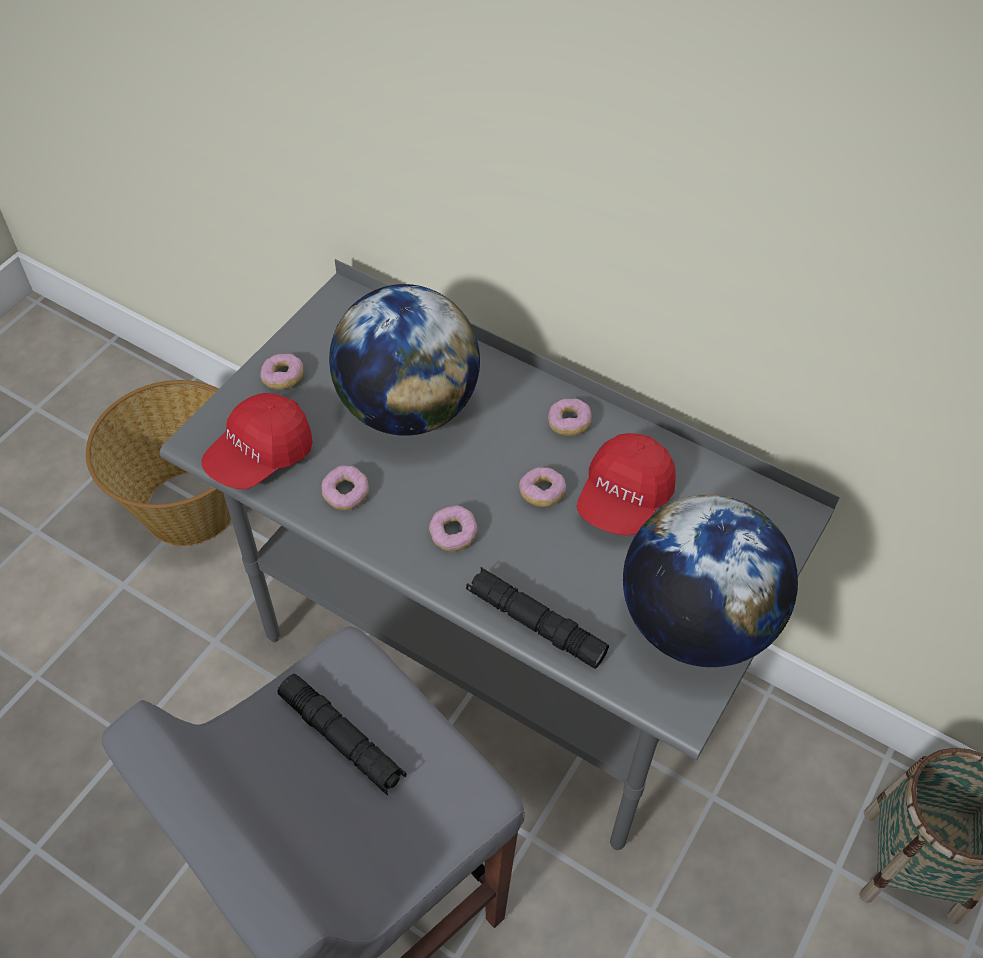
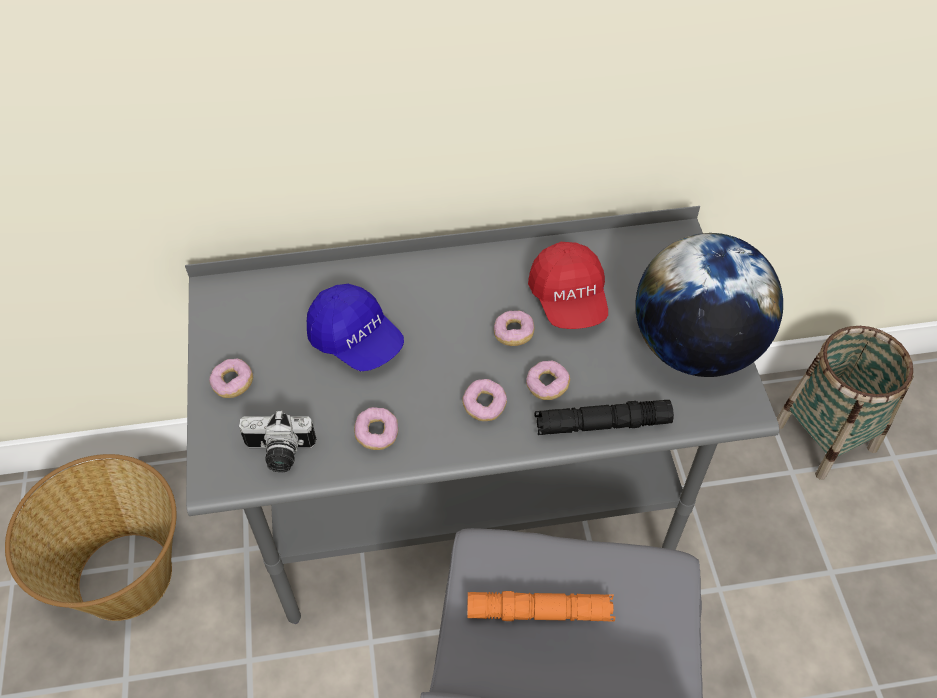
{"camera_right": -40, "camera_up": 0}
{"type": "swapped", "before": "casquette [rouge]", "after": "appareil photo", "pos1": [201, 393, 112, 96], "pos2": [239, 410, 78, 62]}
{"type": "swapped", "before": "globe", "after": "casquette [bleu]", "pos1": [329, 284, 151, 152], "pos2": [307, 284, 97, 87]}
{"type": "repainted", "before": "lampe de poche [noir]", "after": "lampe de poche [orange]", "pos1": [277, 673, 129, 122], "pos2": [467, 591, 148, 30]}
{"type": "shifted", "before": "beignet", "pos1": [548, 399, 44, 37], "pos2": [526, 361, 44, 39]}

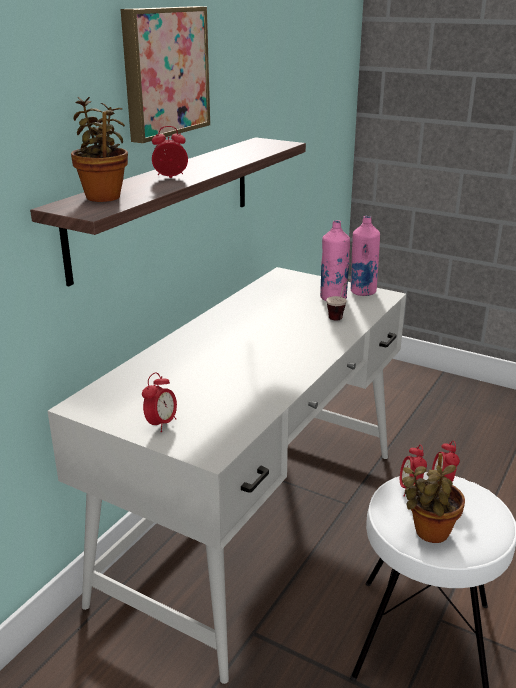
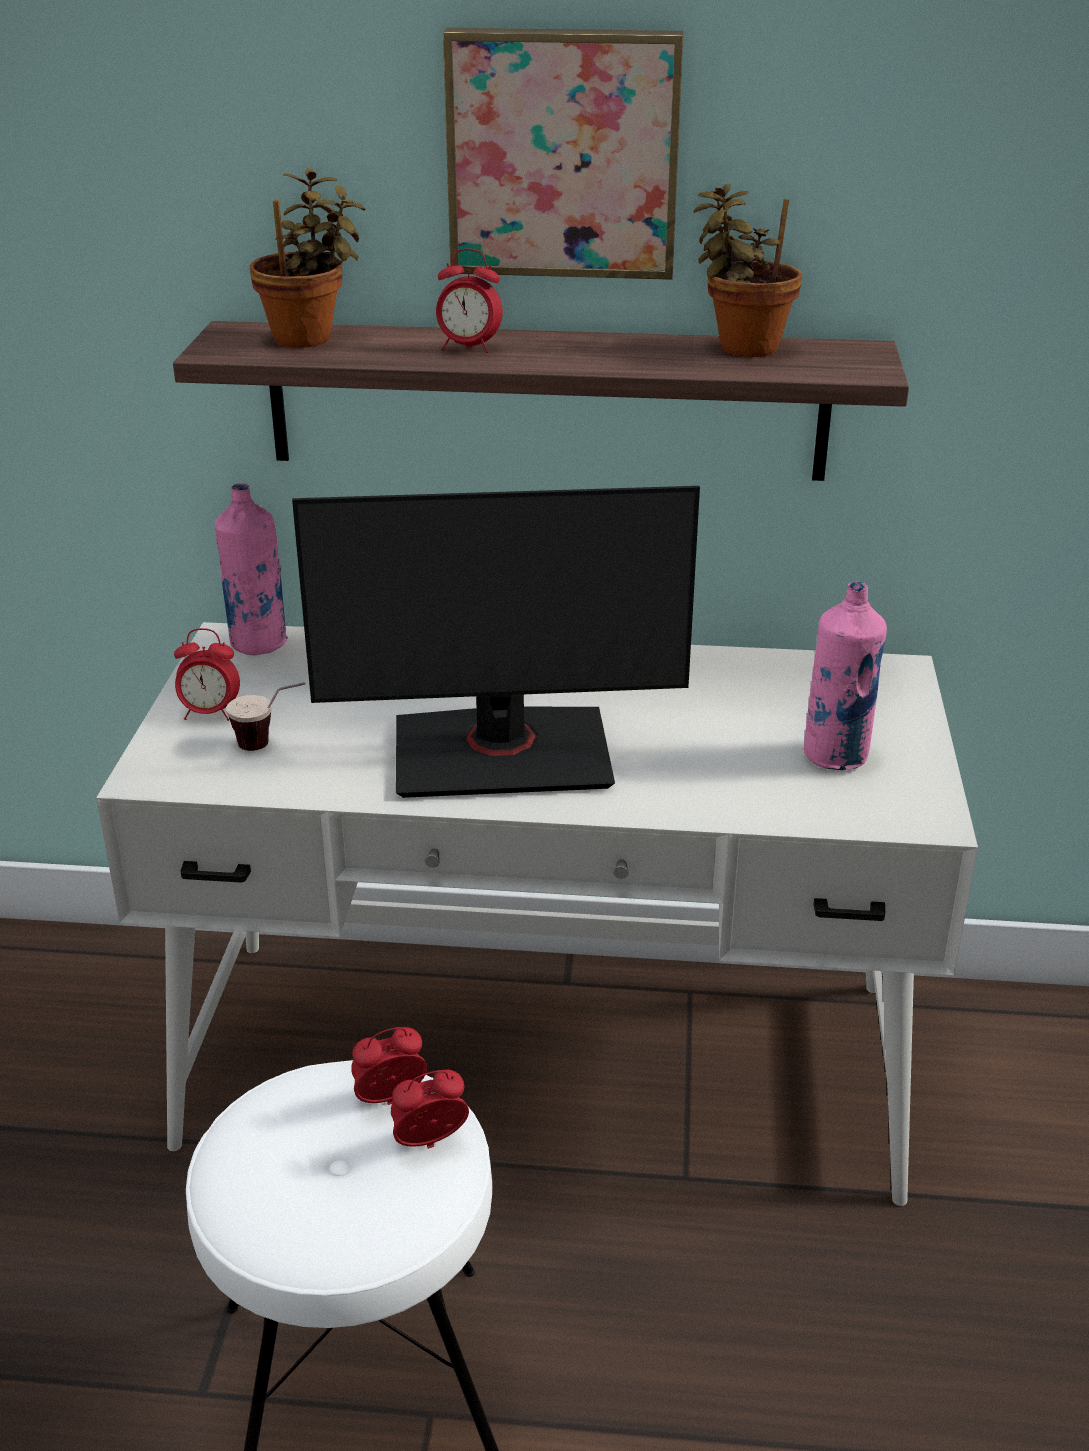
{"camera_right": 65, "camera_up": 5}
{"type": "shifted", "before": "bouteille [rose]", "pos1": [351, 216, 29, 80], "pos2": [215, 484, 73, 171]}
{"type": "shifted", "before": "tasse", "pos1": [326, 279, 23, 42], "pos2": [226, 682, 79, 69]}
{"type": "new", "after": "écran d'ordinateur", "pos2": [292, 486, 408, 312]}
{"type": "rotated", "before": "réveil", "pos1": [152, 126, 36, 52], "pos2": [436, 248, 67, 105], "turn": 135}
{"type": "shifted", "before": "plante en pot", "pos1": [402, 453, 63, 90], "pos2": [693, 183, 109, 174]}

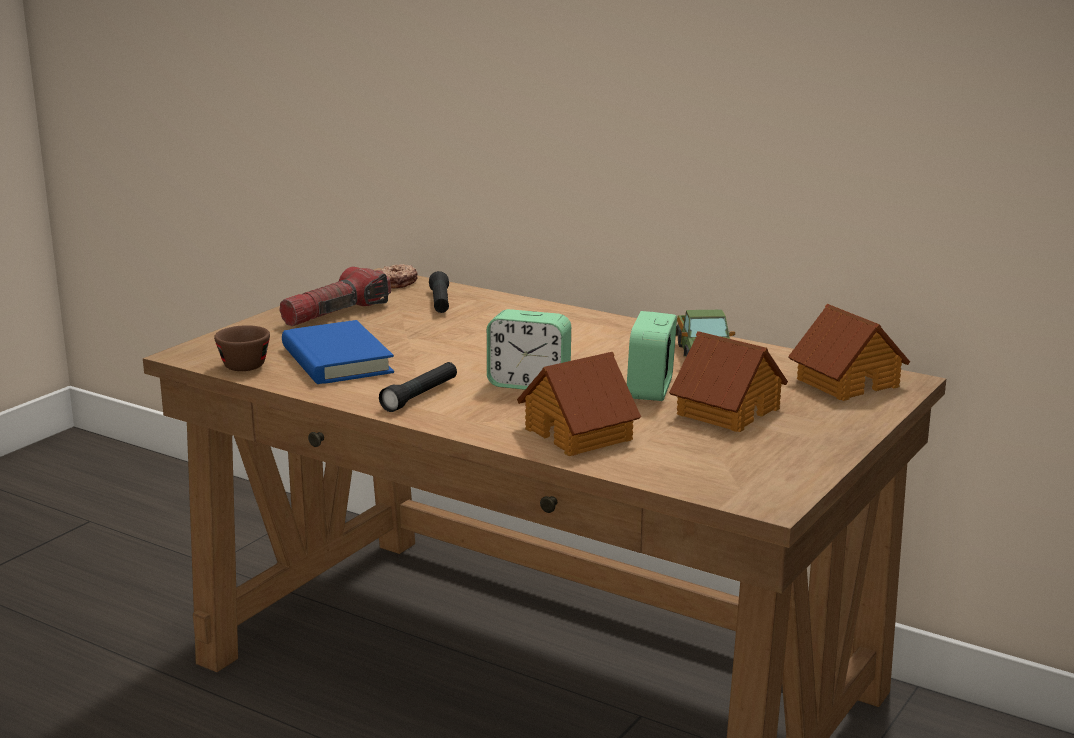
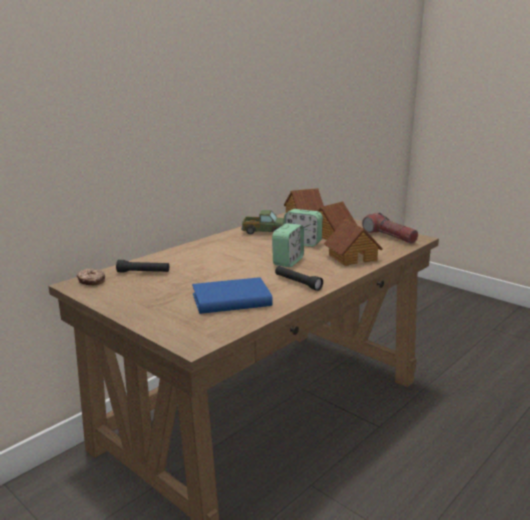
{"camera_right": -80, "camera_up": 0}
{"type": "shifted", "before": "lampe de poche", "pos1": [279, 267, 112, 59], "pos2": [362, 213, 56, 31]}
{"type": "gone", "before": "tasse [marron]", "pos1": [214, 325, 56, 46]}

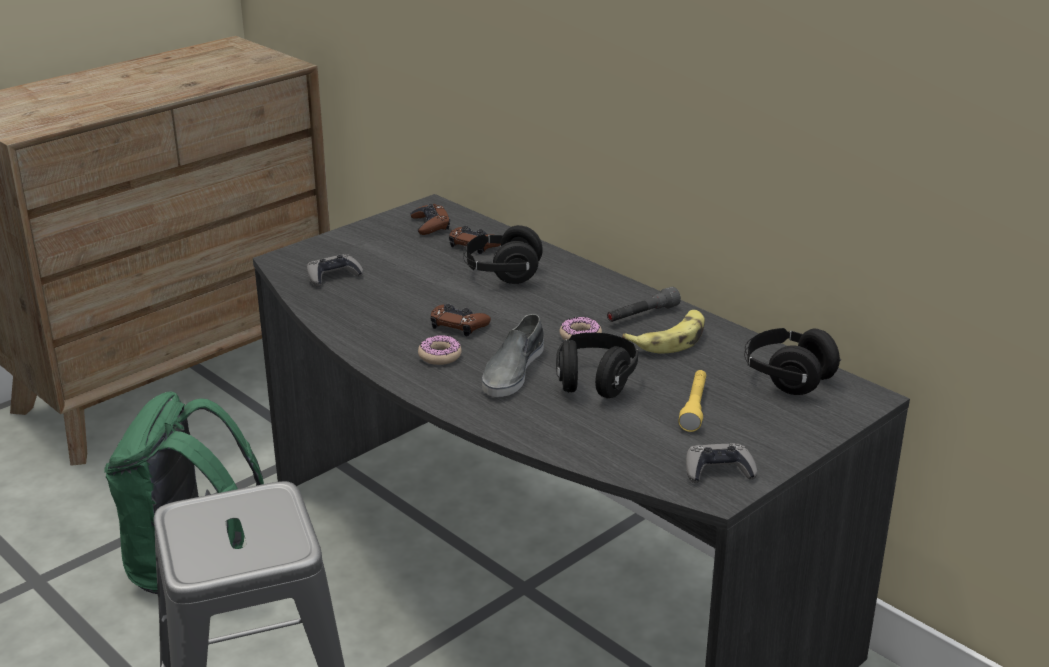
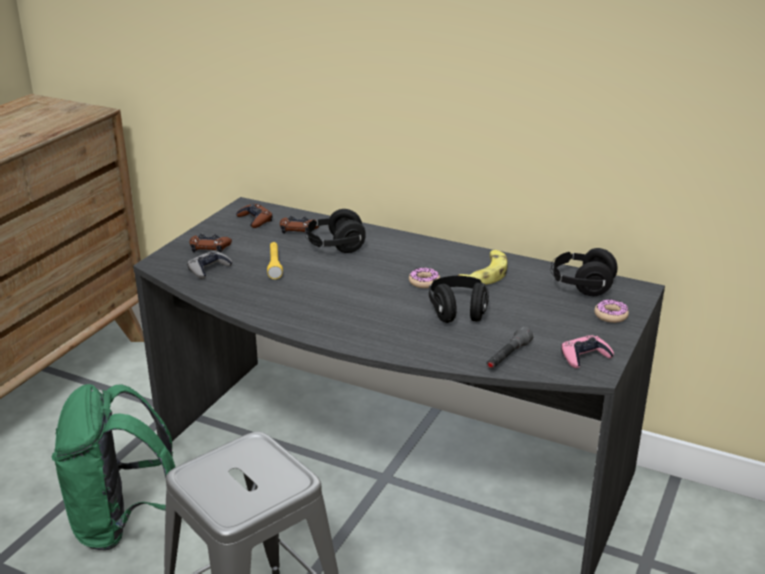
{"camera_right": -20, "camera_up": 0}
{"type": "shifted", "before": "manette [marron]", "pos1": [431, 304, 60, 33], "pos2": [189, 233, 43, 20]}
{"type": "shifted", "before": "lampe de poche [jaune]", "pos1": [678, 370, 28, 62], "pos2": [267, 242, 16, 37]}
{"type": "shifted", "before": "lampe de poche [gris]", "pos1": [607, 287, 74, 35], "pos2": [486, 326, 47, 43]}
{"type": "repainted", "before": "manette [gris]", "after": "manette [rose]", "pos1": [686, 443, 71, 40], "pos2": [561, 335, 53, 33]}
{"type": "shifted", "before": "beignet", "pos1": [418, 335, 44, 30], "pos2": [594, 299, 35, 24]}
{"type": "gone", "before": "chaussure [gris]", "pos1": [482, 314, 62, 83]}

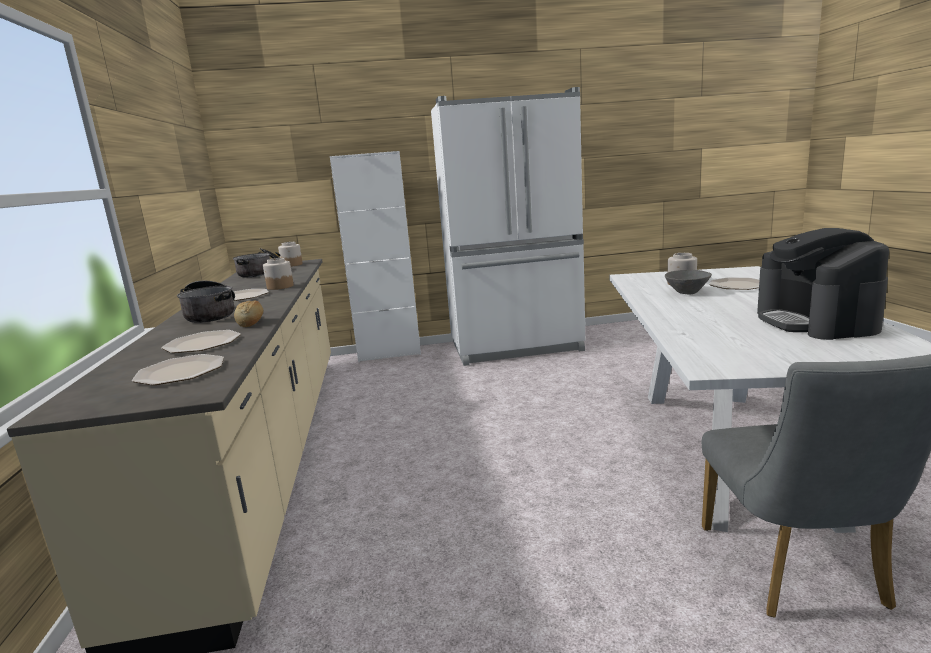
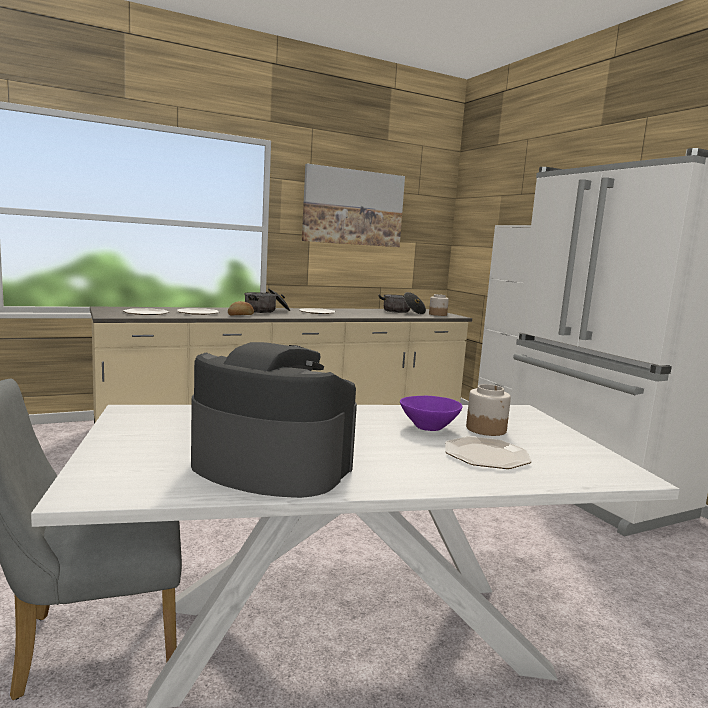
{"camera_right": 70, "camera_up": -5}
{"type": "rotated", "before": "machine à café", "pos1": [757, 228, 132, 112], "pos2": [191, 342, 166, 156], "turn": 45}
{"type": "new", "after": "tableau", "pos2": [302, 164, 103, 83]}
{"type": "repainted", "before": "bol [gris]", "after": "bol [violet]", "pos1": [665, 270, 47, 24], "pos2": [400, 396, 63, 35]}
{"type": "gone", "before": "bocal", "pos1": [263, 258, 31, 32]}

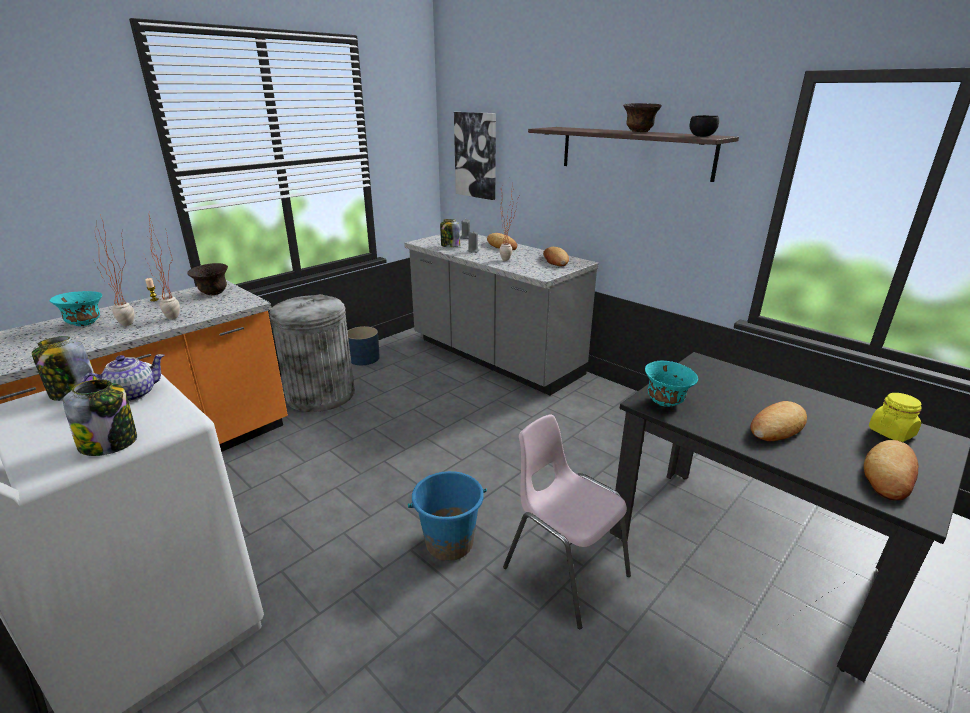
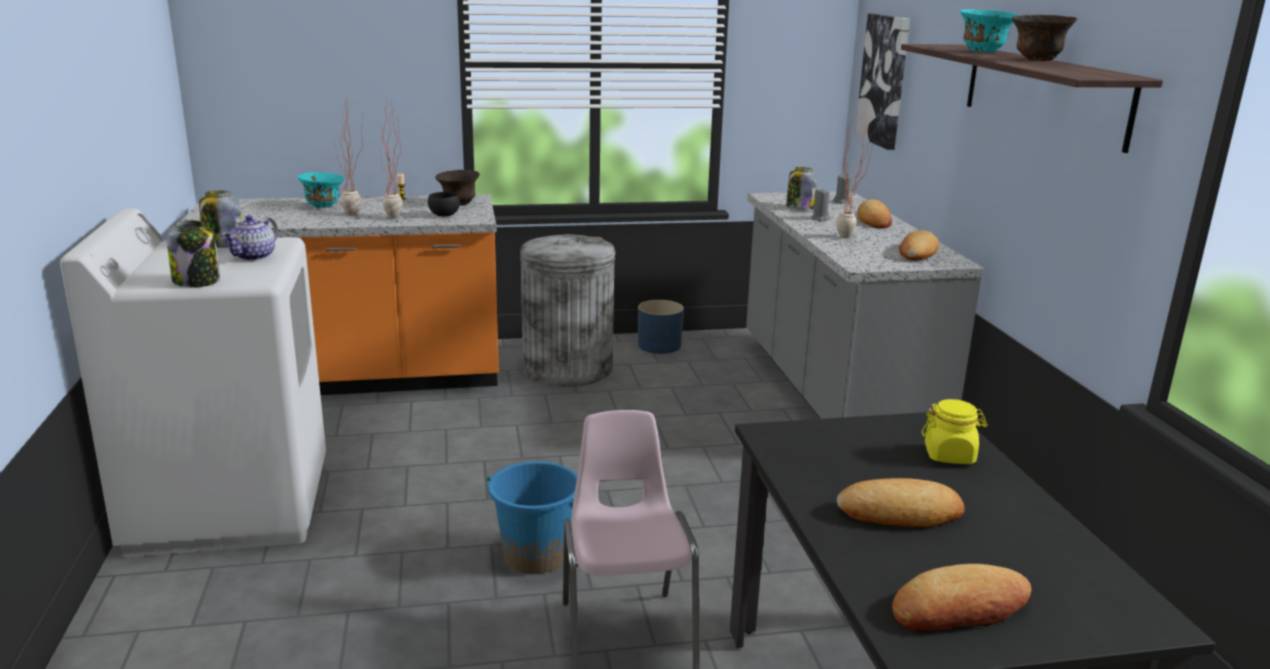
{"camera_right": 35, "camera_up": -5}
{"type": "rotated", "before": "théière", "pos1": [82, 354, 83, 48], "pos2": [222, 215, 56, 46], "turn": 120}
{"type": "shifted", "before": "bol [noir]", "pos1": [690, 115, 29, 22], "pos2": [428, 192, 32, 25]}
{"type": "shifted", "before": "bocal [jaune]", "pos1": [869, 393, 53, 49], "pos2": [922, 399, 66, 65]}
{"type": "shifted", "before": "bol [turquoise]", "pos1": [645, 360, 53, 47], "pos2": [960, 9, 59, 43]}

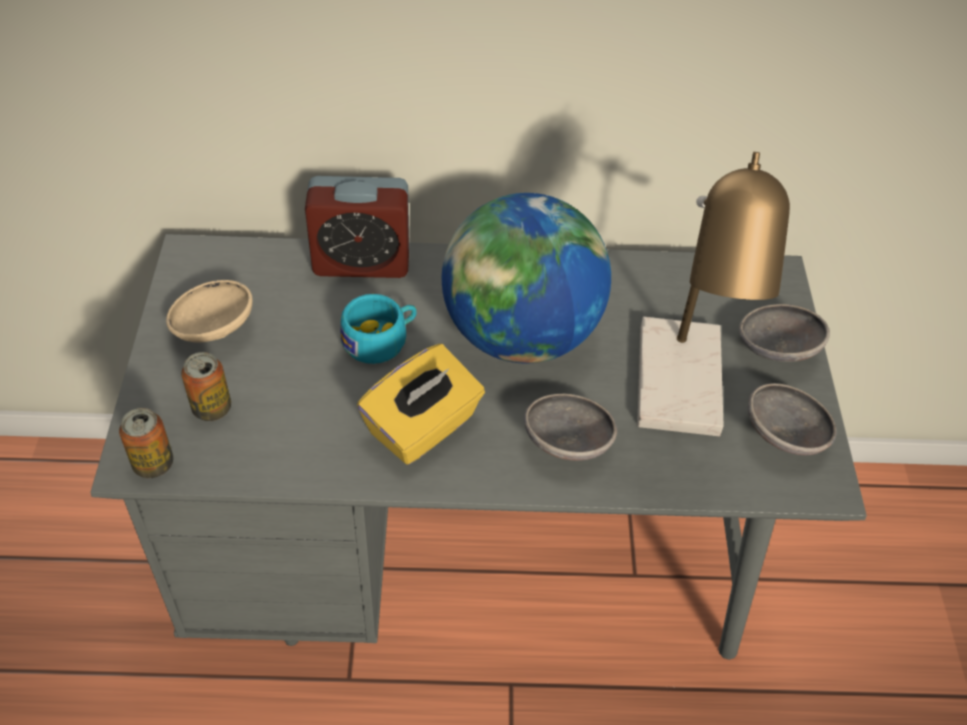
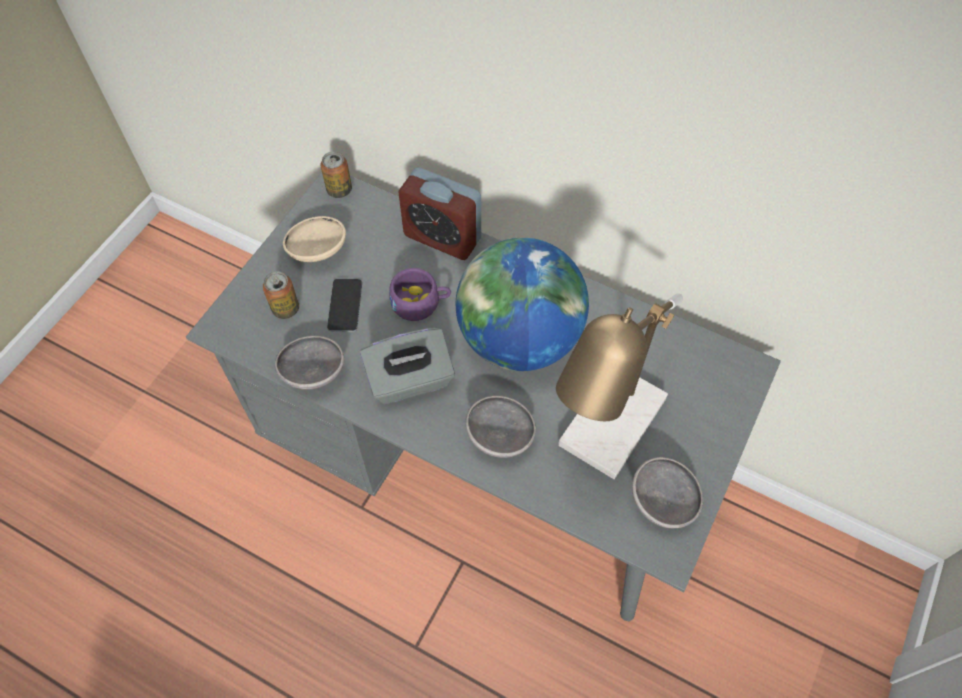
{"camera_right": 30, "camera_up": 10}
{"type": "shifted", "before": "bol [gris]", "pos1": [739, 304, 91, 58], "pos2": [274, 336, 70, 54]}
{"type": "shifted", "before": "boîte métallique", "pos1": [119, 408, 54, 70], "pos2": [321, 151, 31, 47]}
{"type": "new", "after": "téléphone", "pos2": [327, 279, 35, 53]}
{"type": "repainted", "before": "boîte à mouchoirs [jaune]", "after": "boîte à mouchoirs [gris]", "pos1": [357, 344, 128, 121], "pos2": [360, 328, 95, 76]}
{"type": "repainted", "before": "tasse [turquoise]", "after": "tasse [violet]", "pos1": [340, 294, 77, 70], "pos2": [389, 268, 62, 53]}

